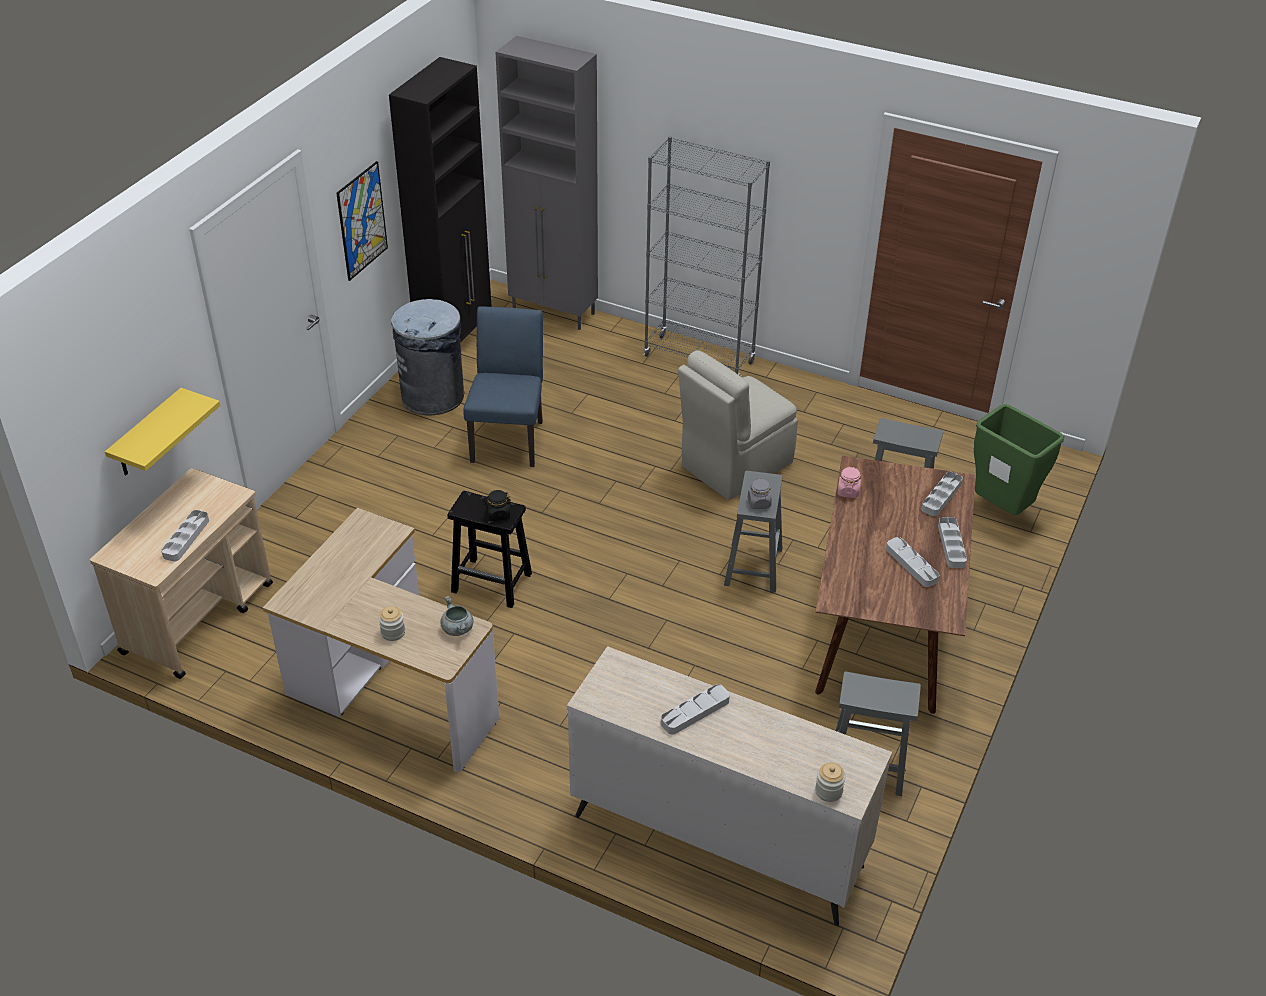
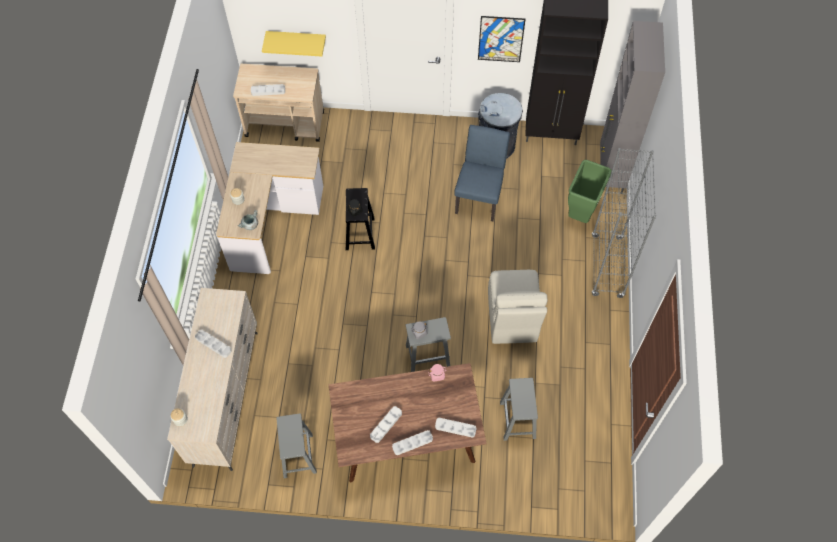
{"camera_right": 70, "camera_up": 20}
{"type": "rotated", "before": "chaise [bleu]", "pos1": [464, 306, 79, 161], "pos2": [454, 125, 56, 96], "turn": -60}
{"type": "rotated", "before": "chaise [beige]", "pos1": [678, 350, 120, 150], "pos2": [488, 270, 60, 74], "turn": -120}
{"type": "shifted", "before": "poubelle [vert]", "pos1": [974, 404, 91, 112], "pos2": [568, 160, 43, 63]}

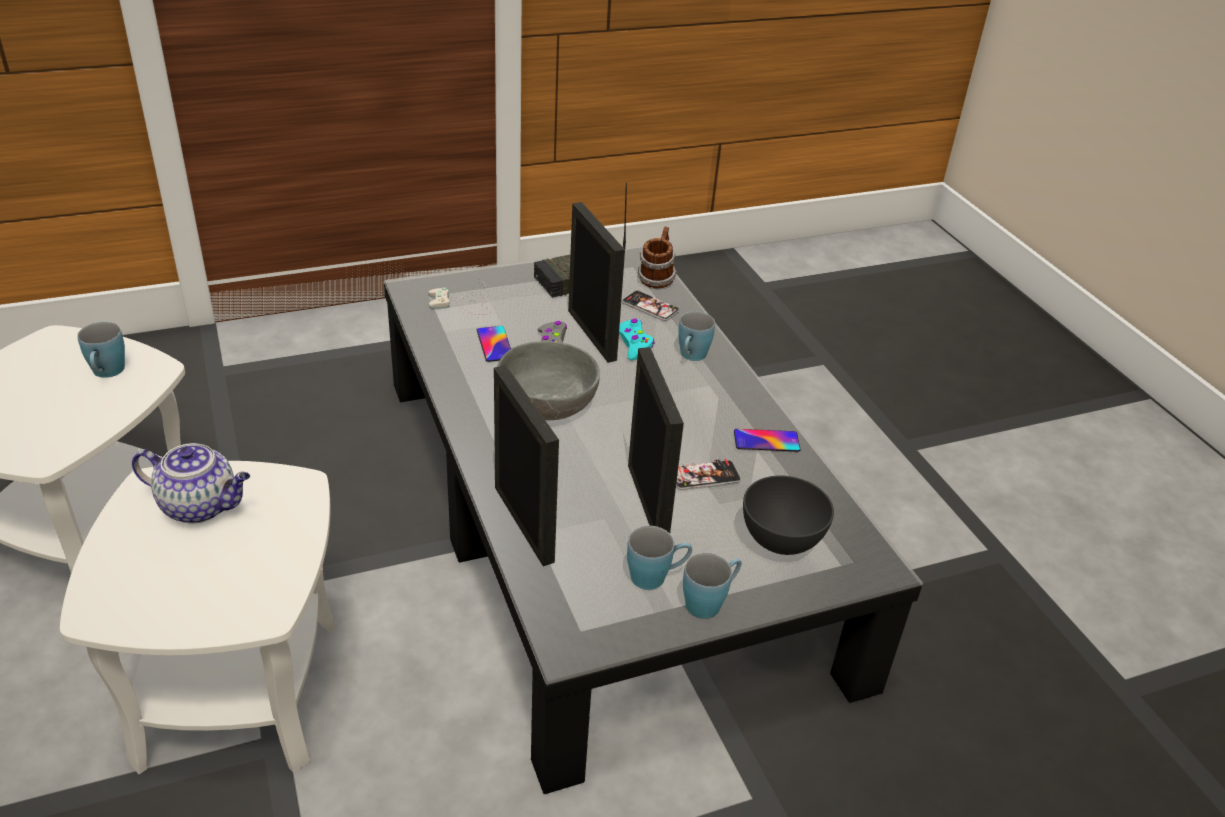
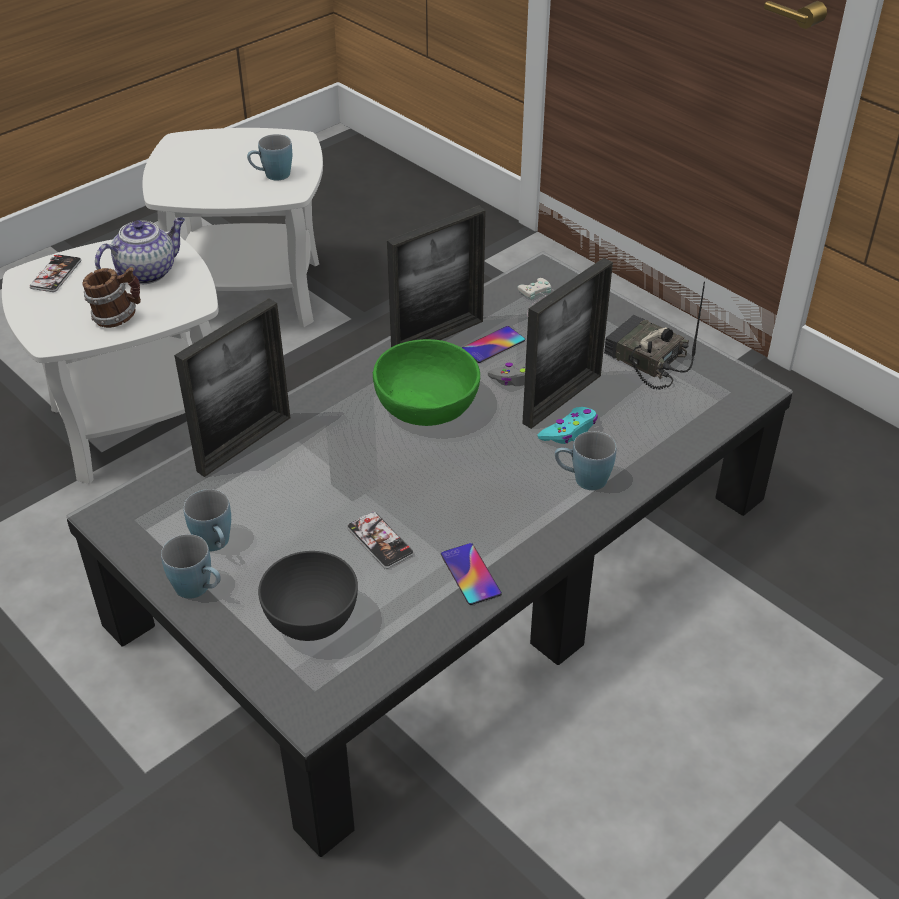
{"camera_right": 70, "camera_up": 5}
{"type": "shifted", "before": "téléphone", "pos1": [622, 291, 57, 30], "pos2": [30, 254, 52, 38]}
{"type": "shifted", "before": "mug", "pos1": [638, 227, 39, 62], "pos2": [83, 267, 58, 61]}
{"type": "rotated", "before": "théière", "pos1": [132, 443, 118, 80], "pos2": [95, 217, 90, 67], "turn": -120}
{"type": "repainted", "before": "bol [gris]", "after": "bol [vert]", "pos1": [497, 341, 103, 79], "pos2": [373, 339, 107, 87]}
{"type": "shifted", "before": "cadre photo", "pos1": [628, 347, 56, 186], "pos2": [387, 206, 99, 141]}

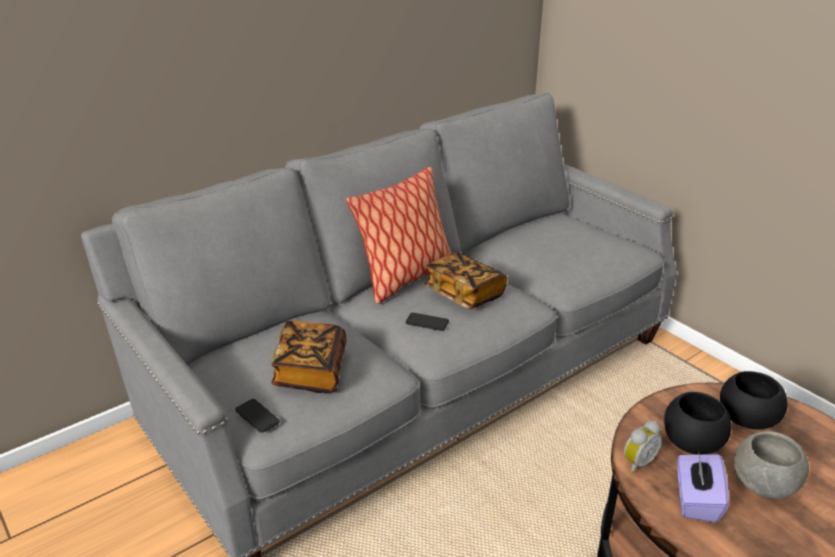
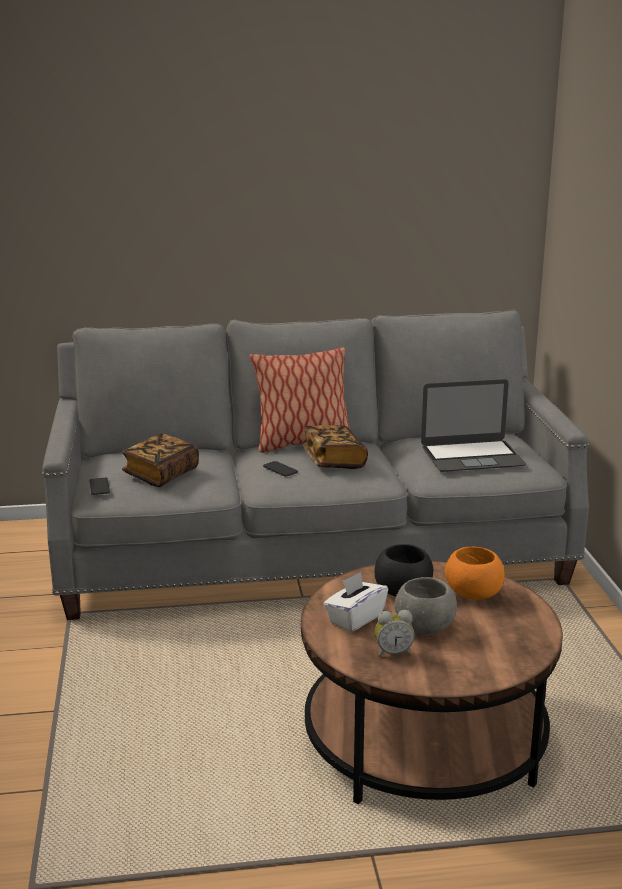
{"camera_right": 30, "camera_up": -10}
{"type": "repainted", "before": "boîte à mouchoirs [violet]", "after": "boîte à mouchoirs [blanc]", "pos1": [677, 454, 52, 69], "pos2": [324, 572, 64, 60]}
{"type": "shifted", "before": "réveil", "pos1": [624, 421, 38, 52], "pos2": [375, 610, 40, 47]}
{"type": "new", "after": "ordinateur portable", "pos2": [421, 379, 105, 93]}
{"type": "repainted", "before": "bol [noir]", "after": "bol [orange]", "pos1": [720, 371, 68, 58], "pos2": [445, 547, 59, 53]}

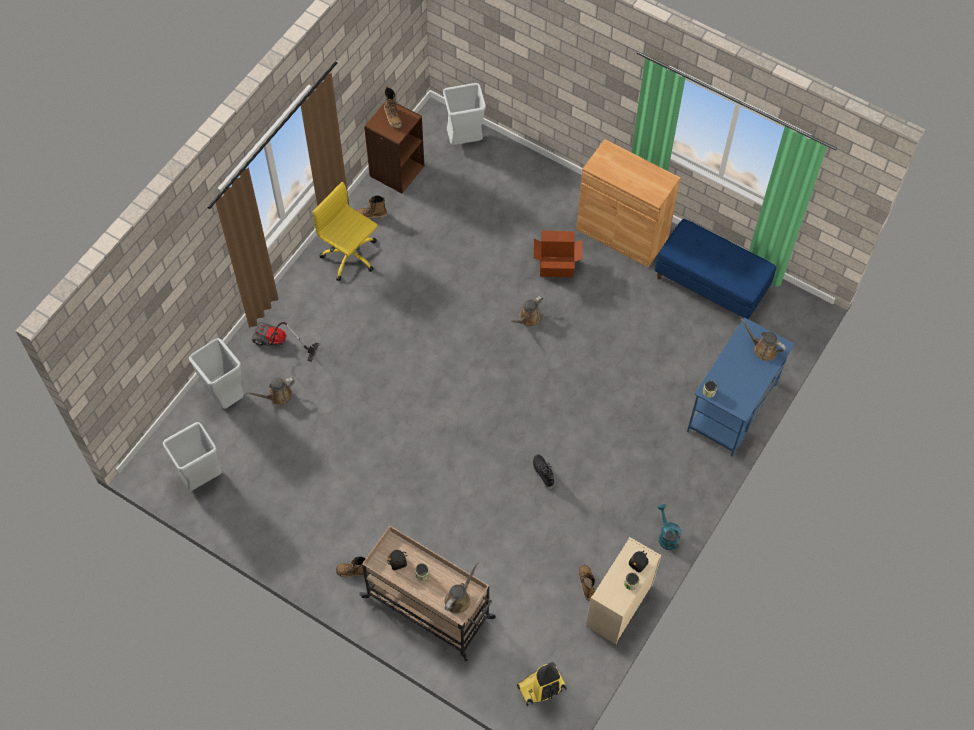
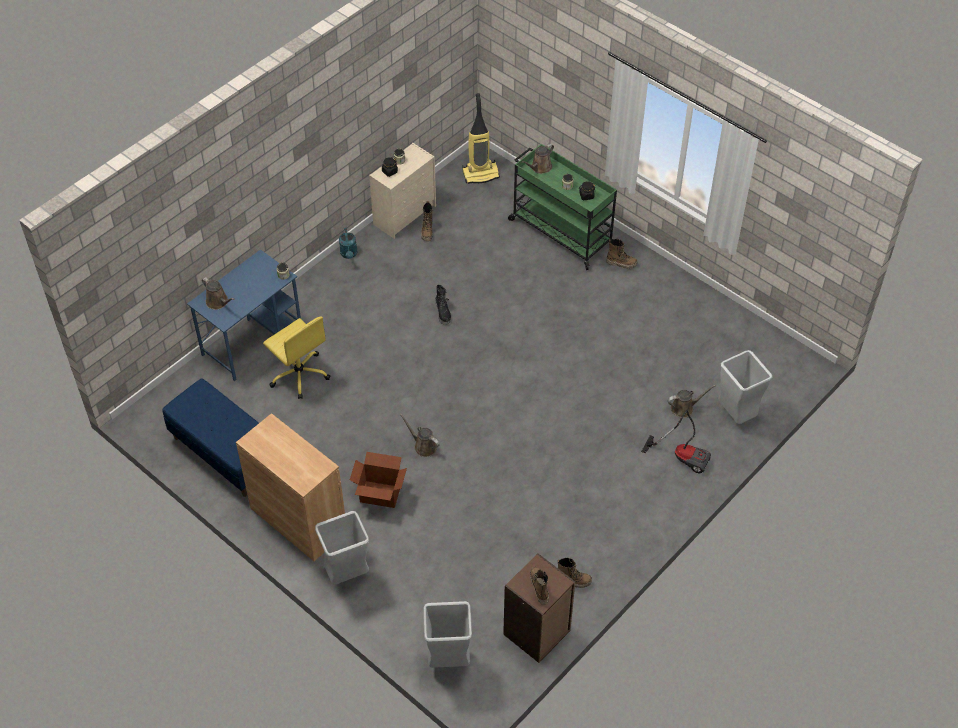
{"camera_right": -170, "camera_up": -10}
{"type": "shifted", "before": "chaise de bureau [jaune]", "pos1": [312, 182, 66, 99], "pos2": [263, 317, 67, 82]}
{"type": "shifted", "before": "poubelle [gris]", "pos1": [163, 422, 59, 69], "pos2": [315, 511, 54, 74]}
{"type": "rotated", "before": "arrosoir [marron]", "pos1": [508, 296, 35, 30], "pos2": [400, 414, 40, 43], "turn": -105}
{"type": "repainted", "before": "chariot [beige]", "after": "chariot [vert]", "pos1": [359, 526, 136, 135], "pos2": [508, 144, 109, 126]}

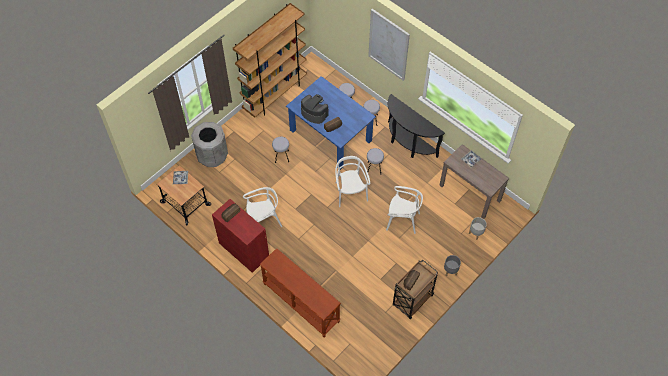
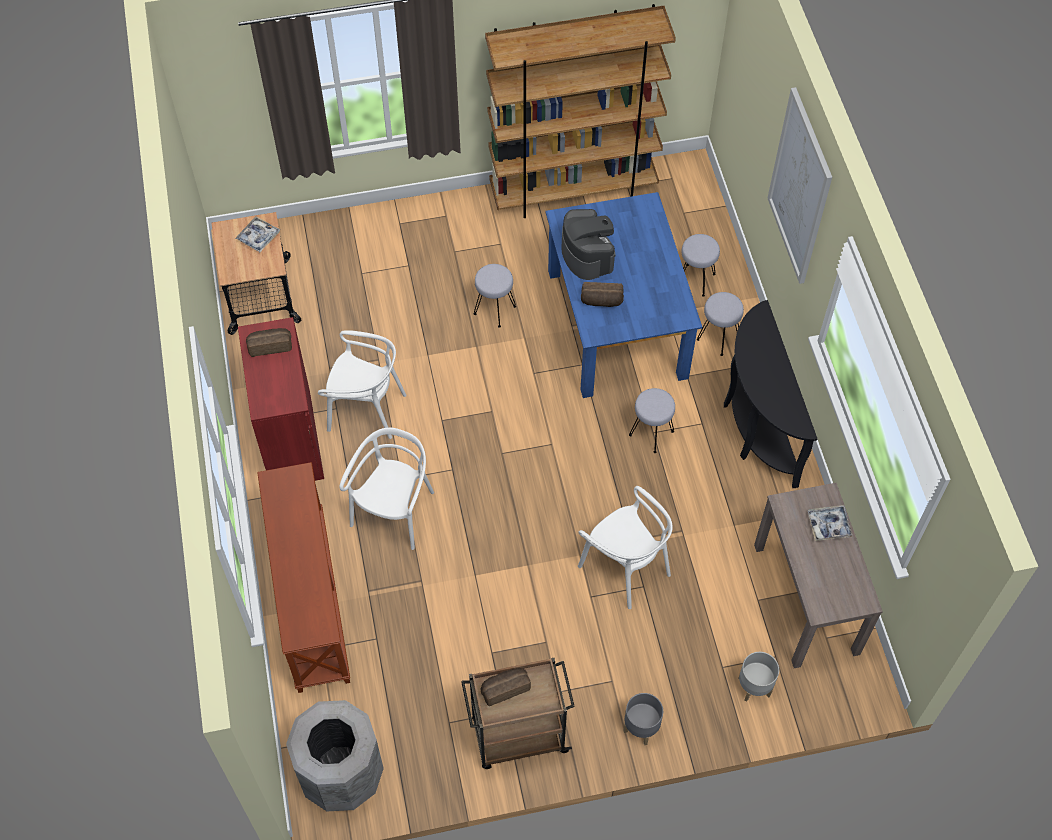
{"camera_right": 35, "camera_up": 0}
{"type": "shifted", "before": "poubelle [gris]", "pos1": [191, 122, 37, 45], "pos2": [286, 700, 98, 111]}
{"type": "shifted", "before": "chaise [blanc]", "pos1": [335, 156, 35, 51], "pos2": [339, 427, 95, 123]}

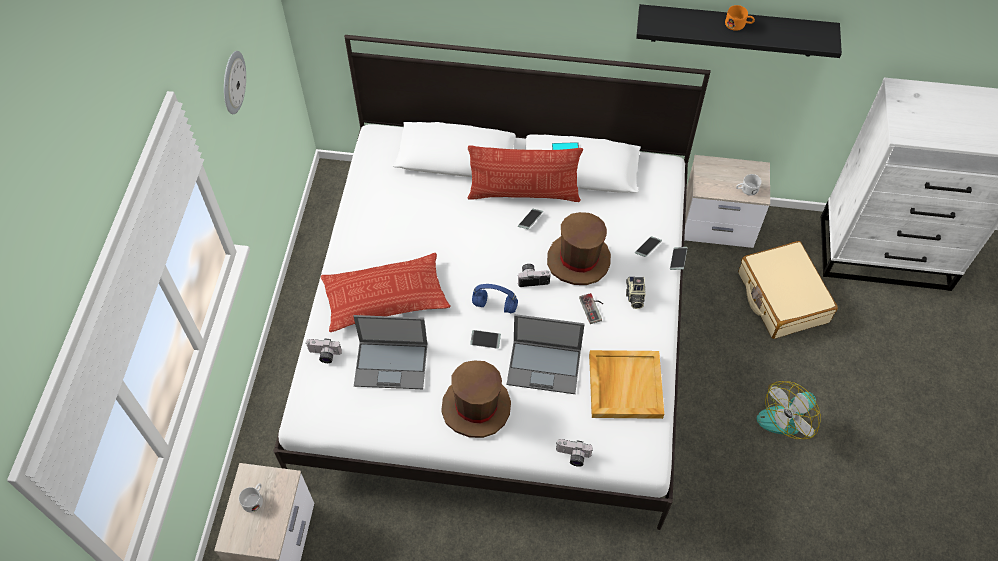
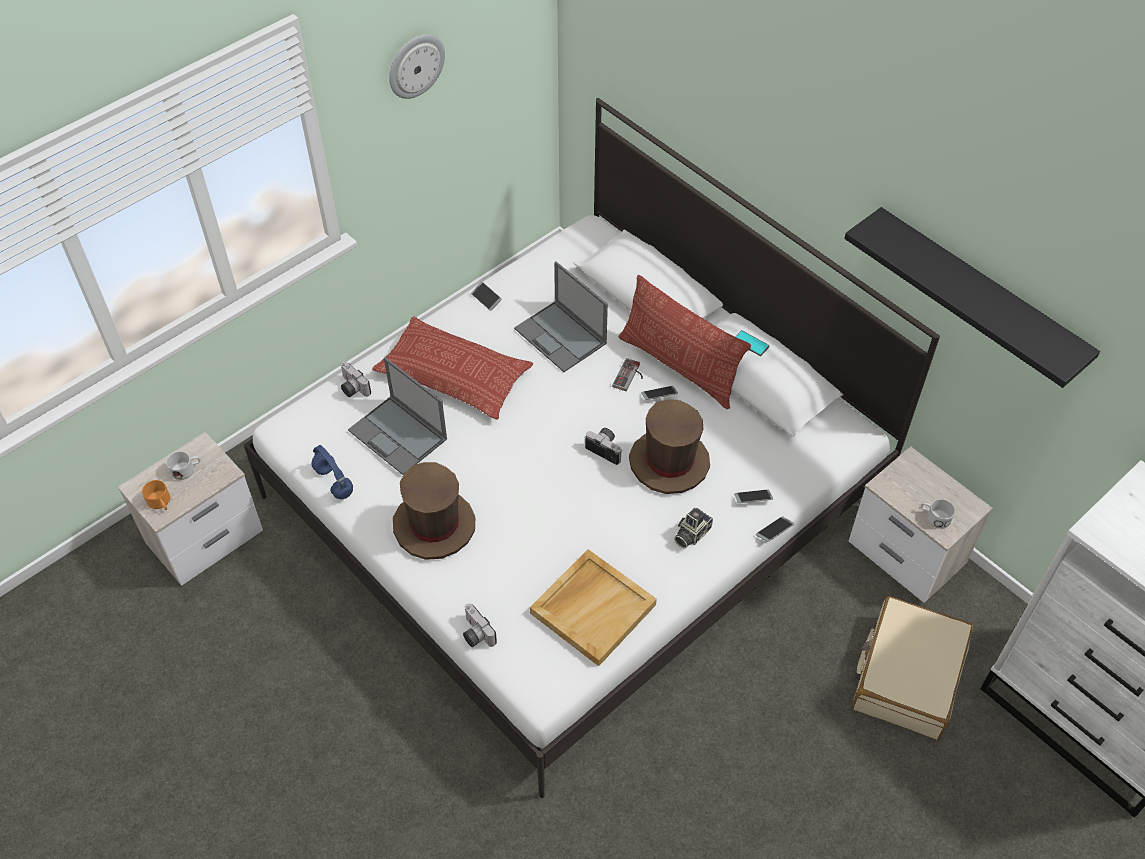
{"camera_right": 40, "camera_up": -5}
{"type": "shifted", "before": "mug [orange]", "pos1": [725, 5, 30, 26], "pos2": [142, 480, 28, 30]}
{"type": "shifted", "before": "casque audio [bleu]", "pos1": [472, 284, 46, 29], "pos2": [311, 445, 42, 54]}
{"type": "shifted", "before": "téléphone", "pos1": [470, 330, 31, 19], "pos2": [471, 282, 31, 29]}
{"type": "shifted", "before": "ordinateur portable", "pos1": [507, 314, 78, 80], "pos2": [514, 262, 94, 110]}
{"type": "shifted", "before": "manette", "pos1": [579, 293, 24, 31], "pos2": [612, 358, 31, 33]}
{"type": "gone", "before": "ventilateur", "pos1": [756, 381, 65, 58]}

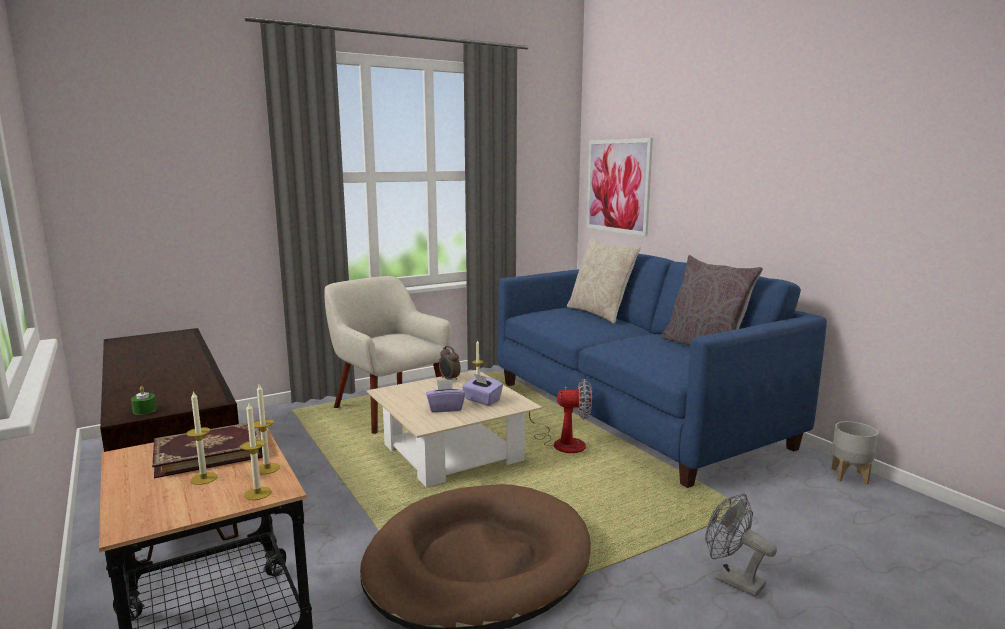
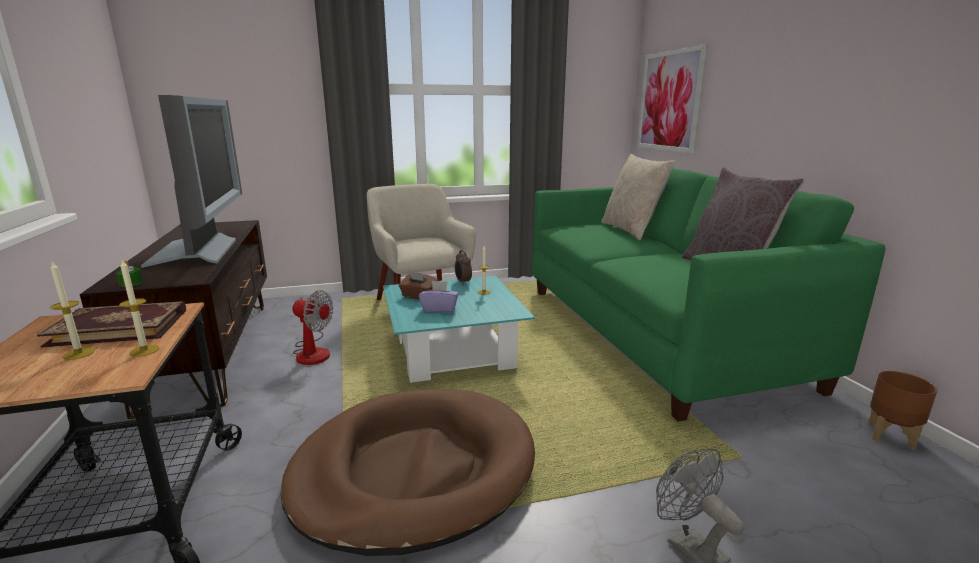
{"camera_right": 15, "camera_up": 5}
{"type": "new", "after": "téléviseur", "pos2": [141, 95, 101, 173]}
{"type": "shifted", "before": "ventilateur", "pos1": [529, 379, 63, 74], "pos2": [293, 290, 40, 75]}
{"type": "repainted", "before": "table basse [beige]", "after": "table basse [turquoise]", "pos1": [367, 370, 175, 117], "pos2": [383, 276, 152, 107]}
{"type": "new", "after": "boîte à mouchoirs [marron]", "pos2": [399, 271, 39, 28]}
{"type": "repainted", "before": "canapé [bleu]", "after": "canapé [vert]", "pos1": [498, 254, 329, 234], "pos2": [532, 168, 354, 254]}
{"type": "repainted", "before": "cache-pot [gris]", "after": "cache-pot [marron]", "pos1": [832, 421, 46, 63], "pos2": [868, 371, 69, 79]}
{"type": "gone", "before": "bougie", "pos1": [241, 403, 31, 97]}
{"type": "gone", "before": "boîte à mouchoirs [violet]", "pos1": [462, 373, 41, 33]}

